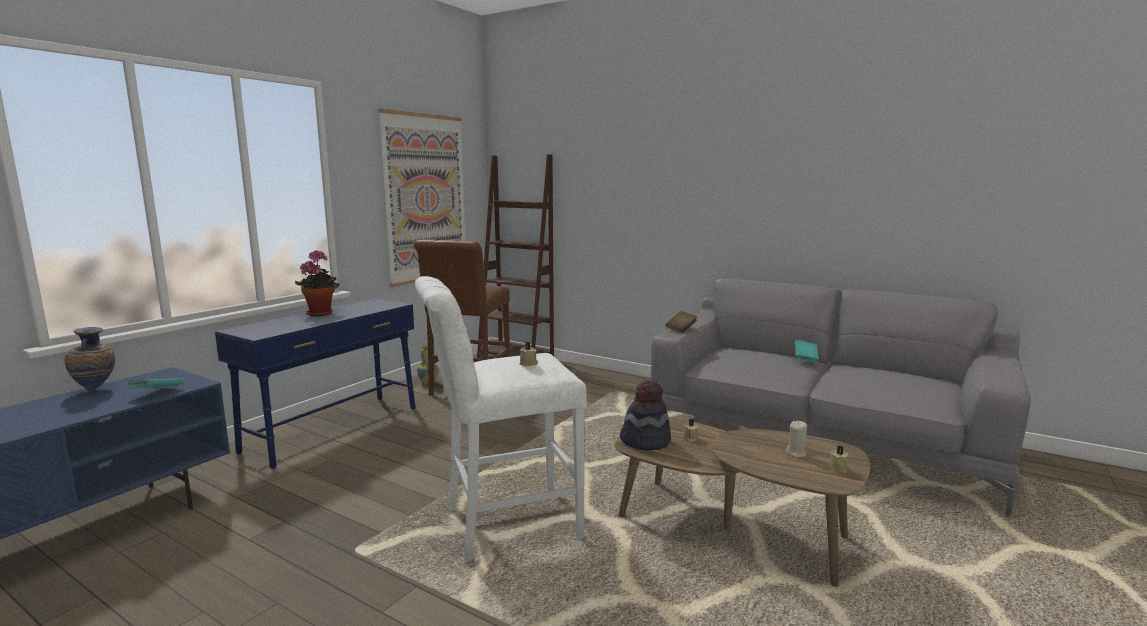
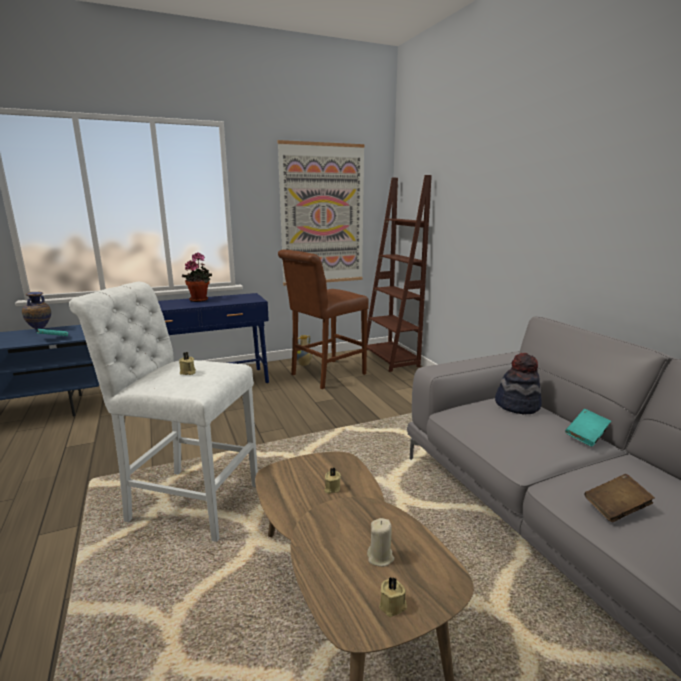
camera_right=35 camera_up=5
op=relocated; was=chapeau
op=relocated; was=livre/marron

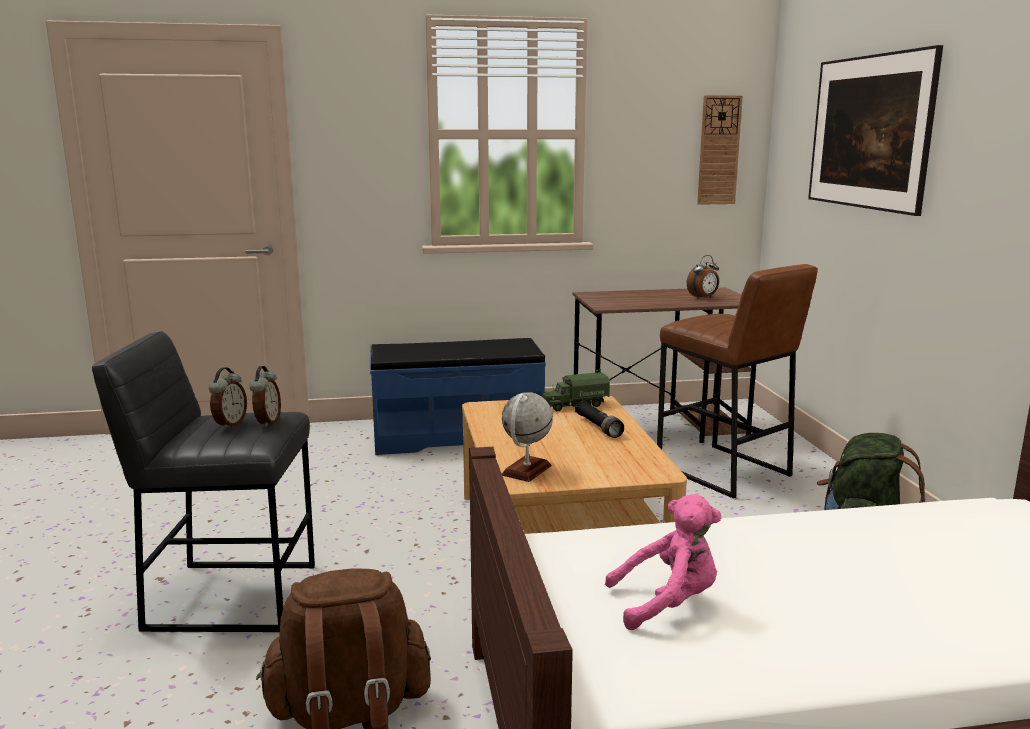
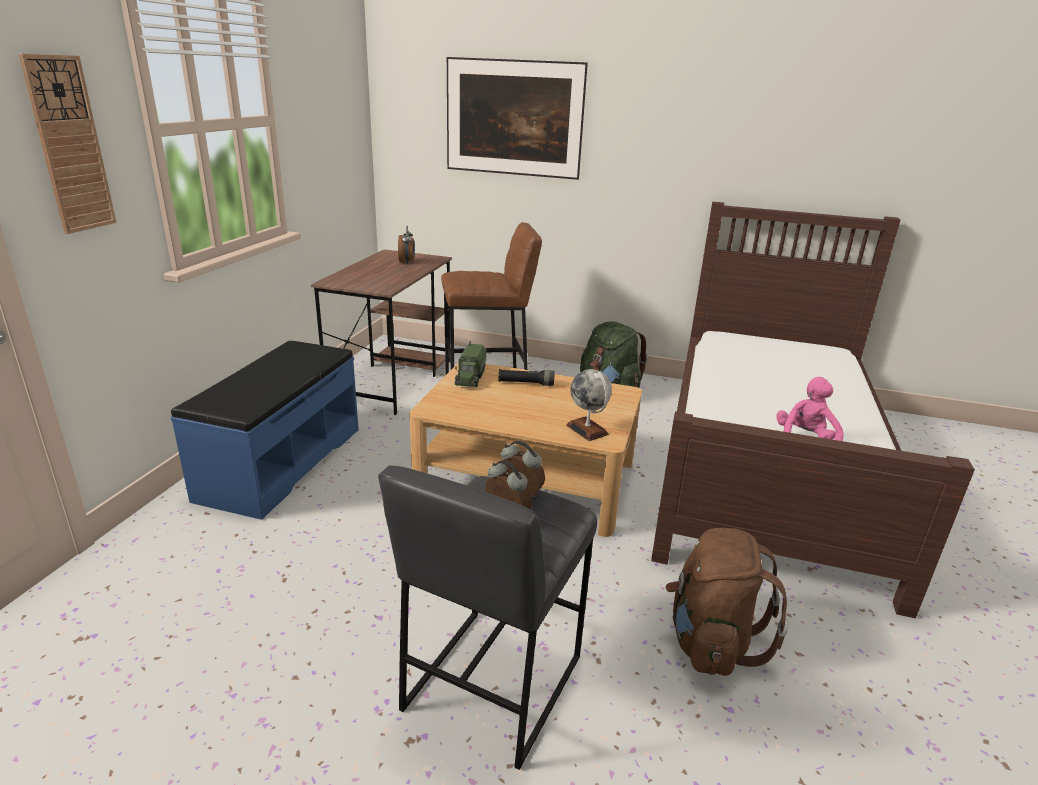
camera_right=-65 camera_up=10
op=relocated; was=horloge murale

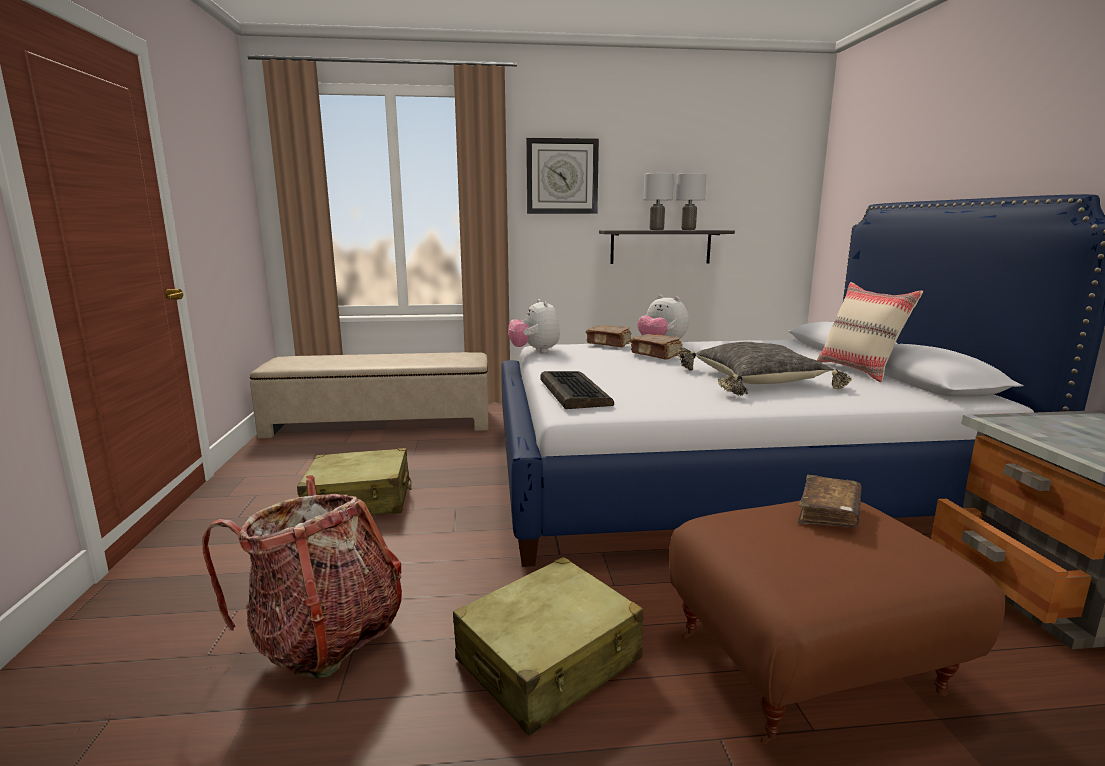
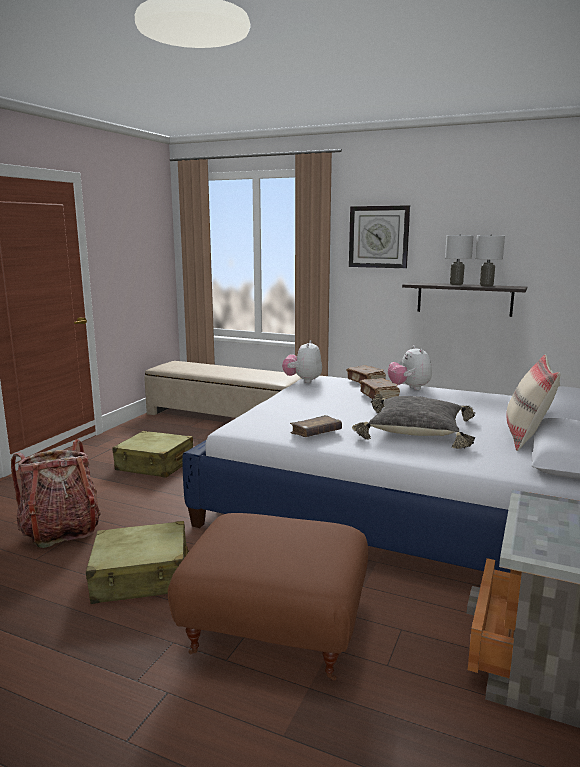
camera_right=30 camera_up=0
op=missing; was=clavier
op=relocated; was=livre/marron (no. 3 from left in the first image); now=livre/marron (no. 1 from left)

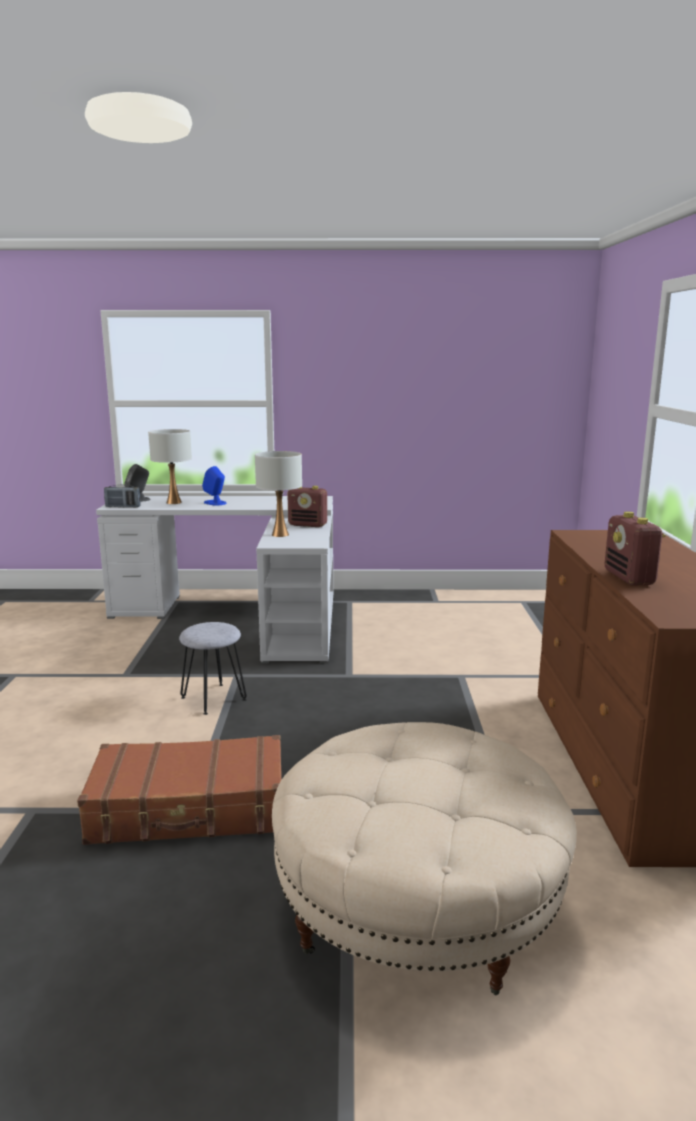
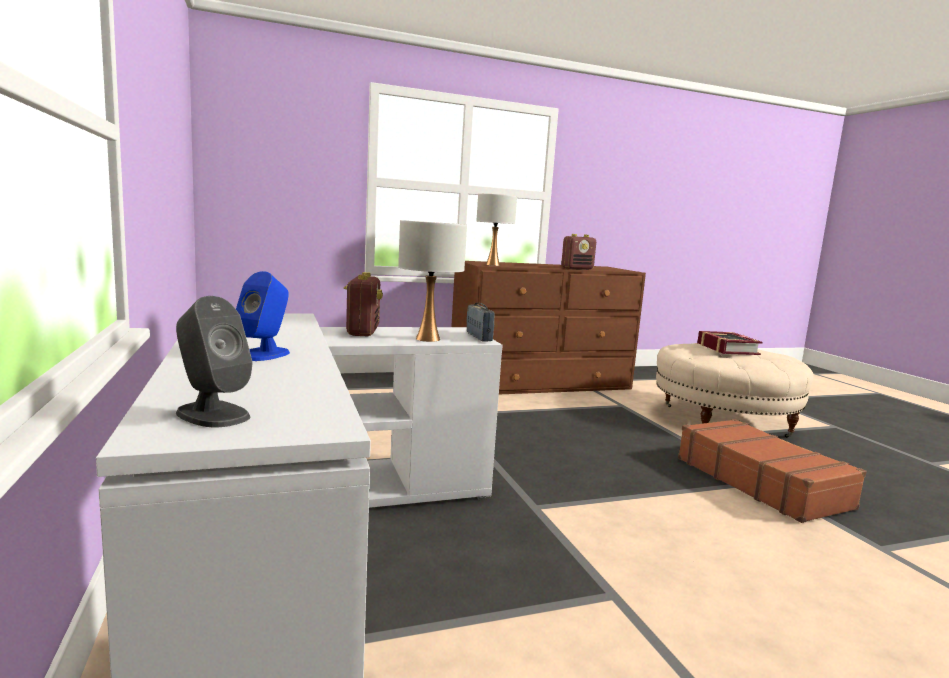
camera_right=-110 camera_up=-5
op=missing; was=tabouret/gris
op=appeared; now=livre
op=relocated; was=radio (no. 1 from left in the first image); now=radio (no. 2 from left)
op=relocated; was=lampe de table/blanc (no. 1 from left in the first image); now=lampe de table/blanc (no. 2 from left)

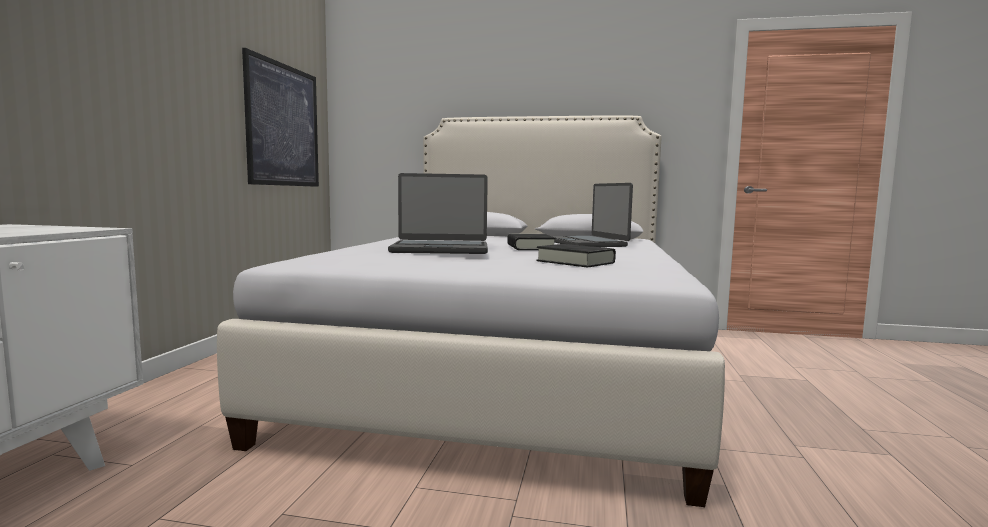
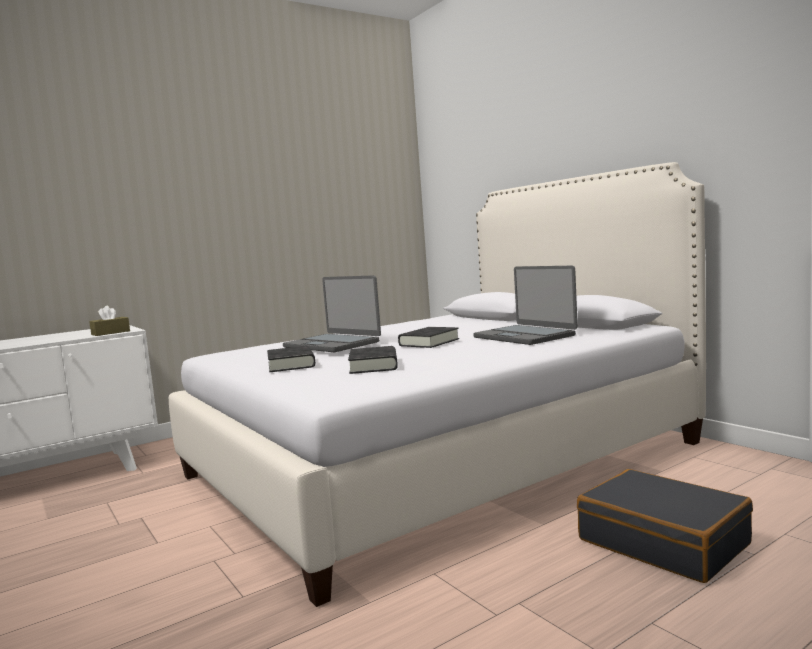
camera_right=45 camera_up=0
op=missing; was=tableau
op=appeared; now=boîte à mouchoirs/marron
op=appeared; now=livre/noir (no. 1 from left)
op=appeared; now=valise/noir
op=spun; was=ordinateur portable (no. 2 from left); clockwise=-60

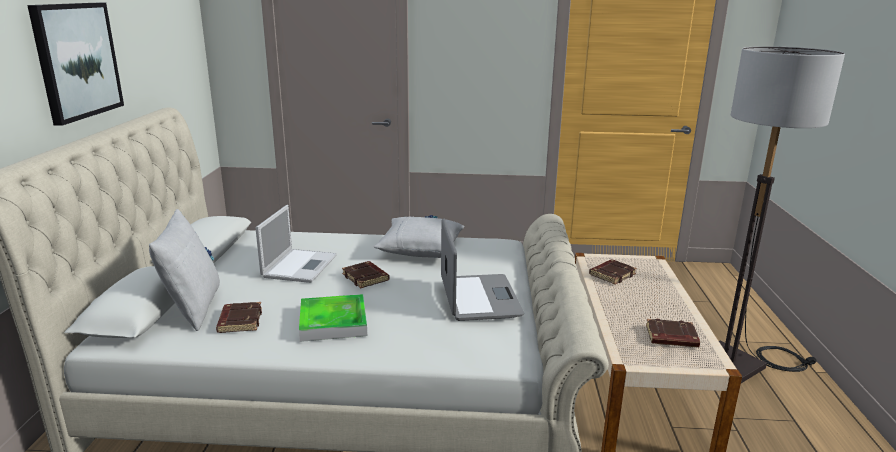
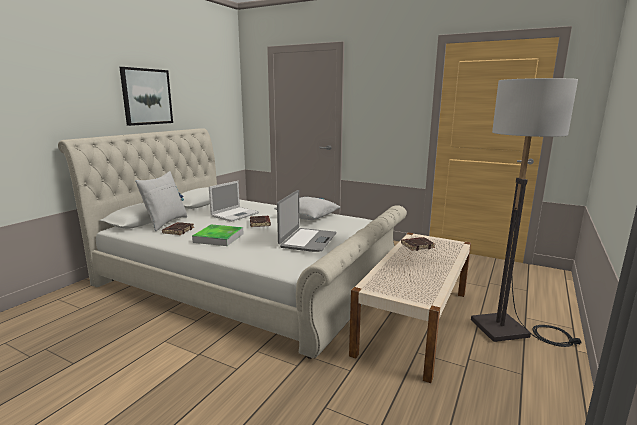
camera_right=25 camera_up=-5
op=missing; was=livre/marron (no. 4 from left)

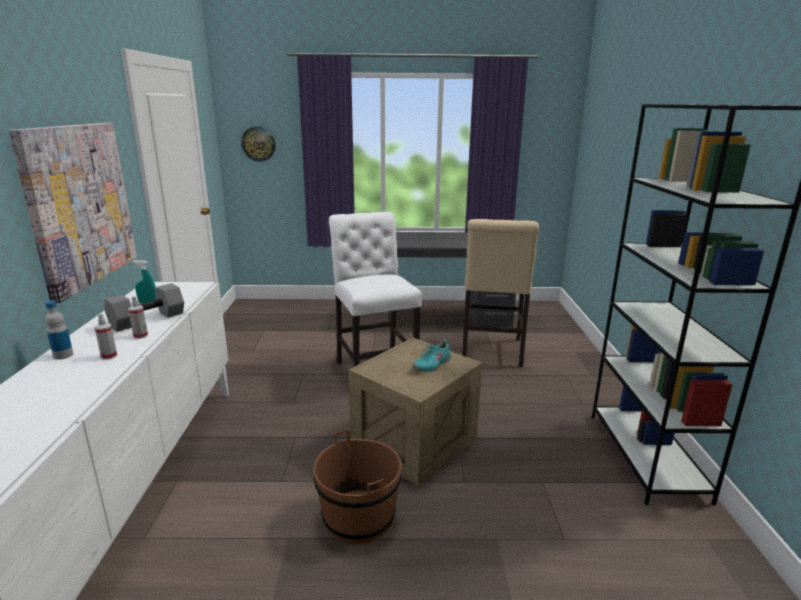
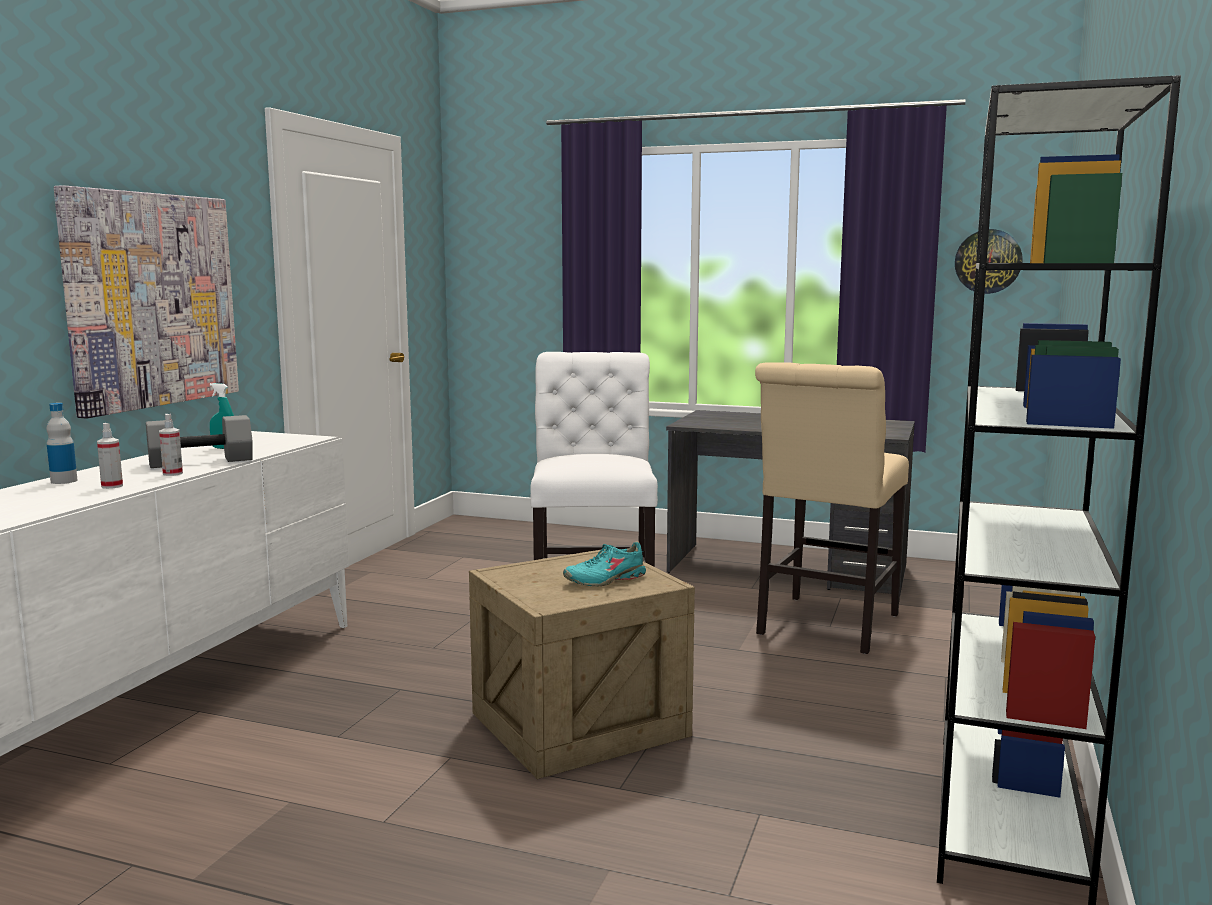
camera_right=20 camera_up=-10
op=missing; was=seau/marron
op=relocated; was=horloge murale

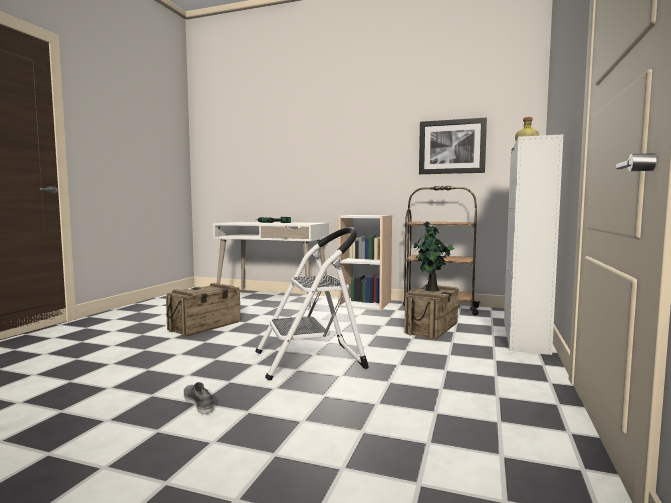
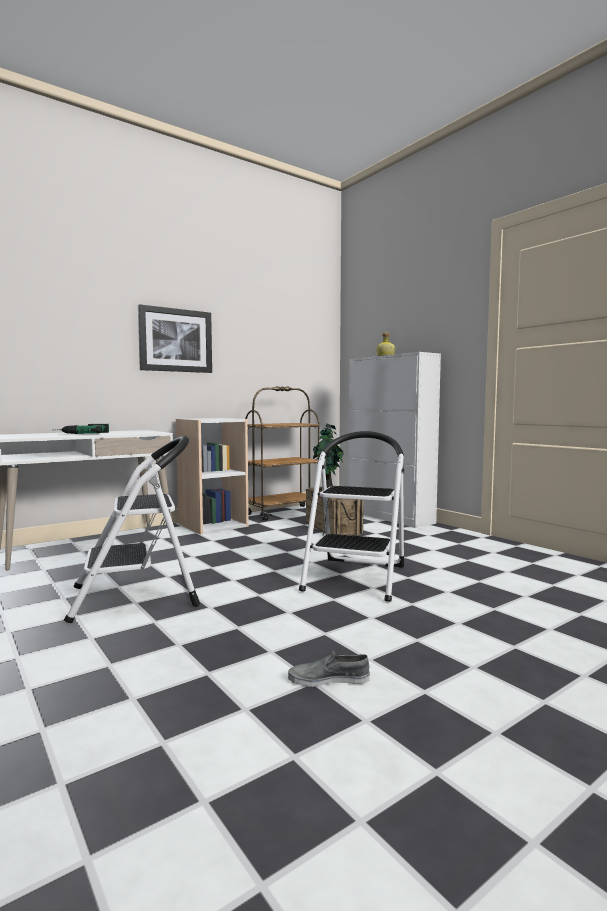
camera_right=-55 camera_up=0
op=relocated; was=chaussure/gris
op=relocated; was=tableau
op=exchanged; was=caisse (no. 1 from left); now=escabeau (no. 1 from left)

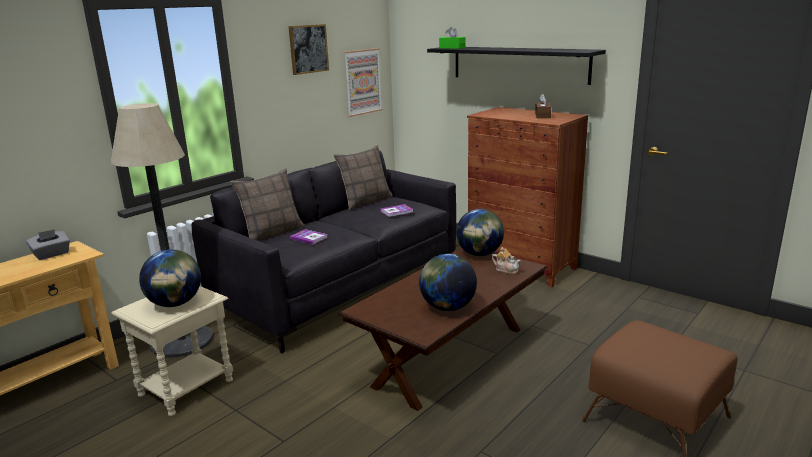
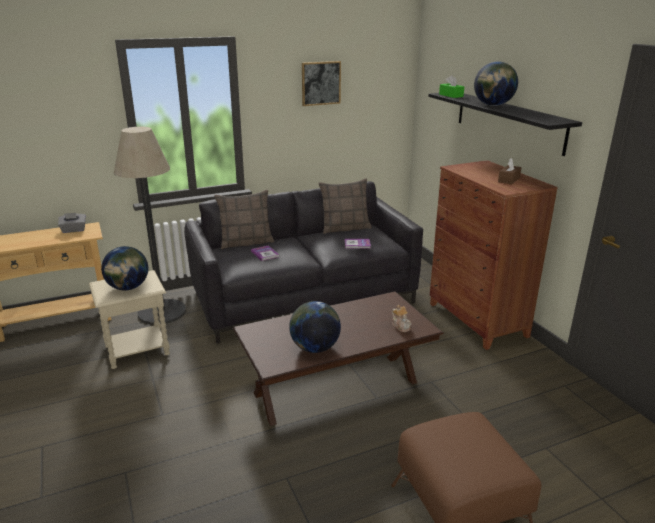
camera_right=25 camera_up=5
op=missing; was=tableau (no. 2 from left)
op=relocated; was=globe (no. 3 from left)

